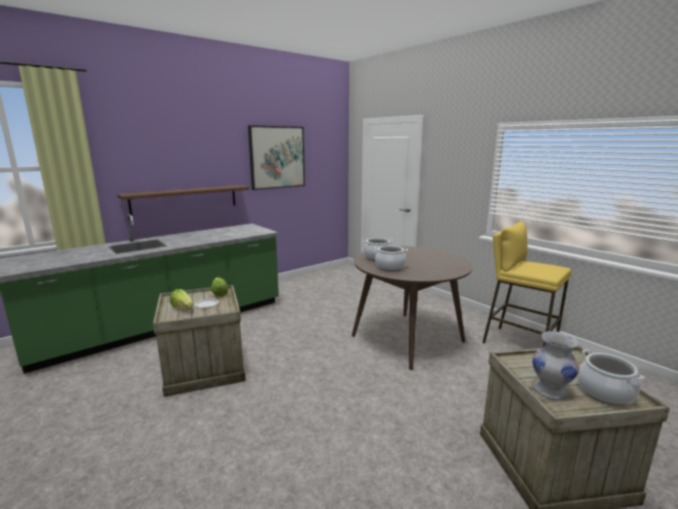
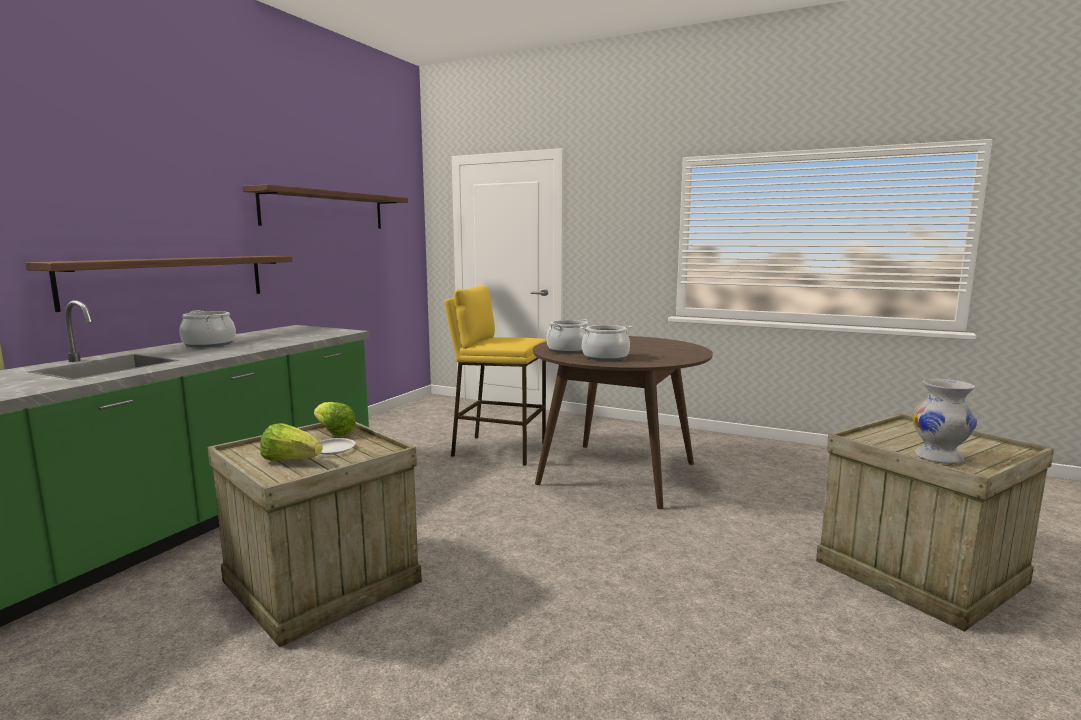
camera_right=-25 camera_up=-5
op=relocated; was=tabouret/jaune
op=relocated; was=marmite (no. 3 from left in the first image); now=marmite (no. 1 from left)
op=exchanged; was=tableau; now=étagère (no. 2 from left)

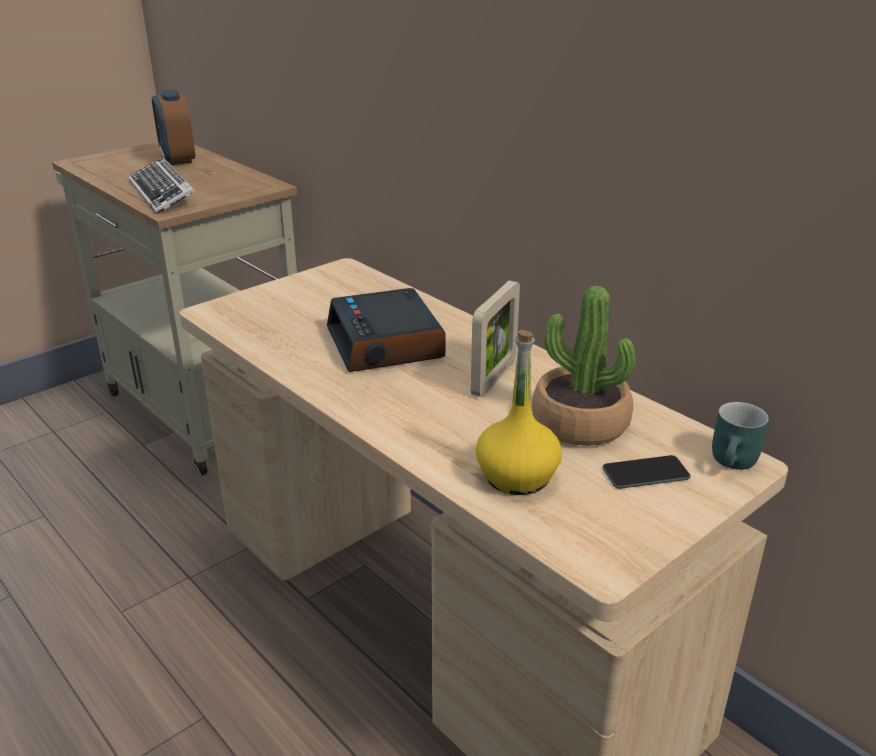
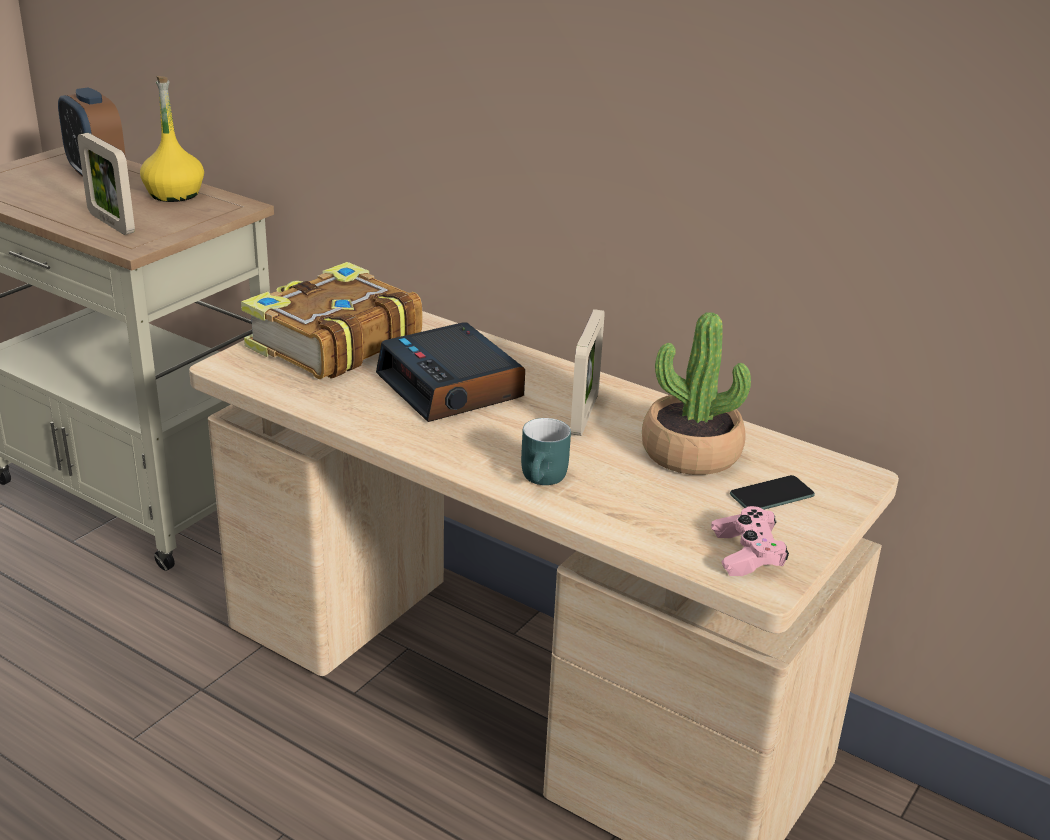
camera_right=-15 camera_up=0
op=appeared; now=livre
op=appeared; now=manette/rose
op=relocated; was=bouteille/jaune
op=relocated; was=mug/turquoise
op=exchanged; was=clavier; now=cadre photo (no. 1 from left)

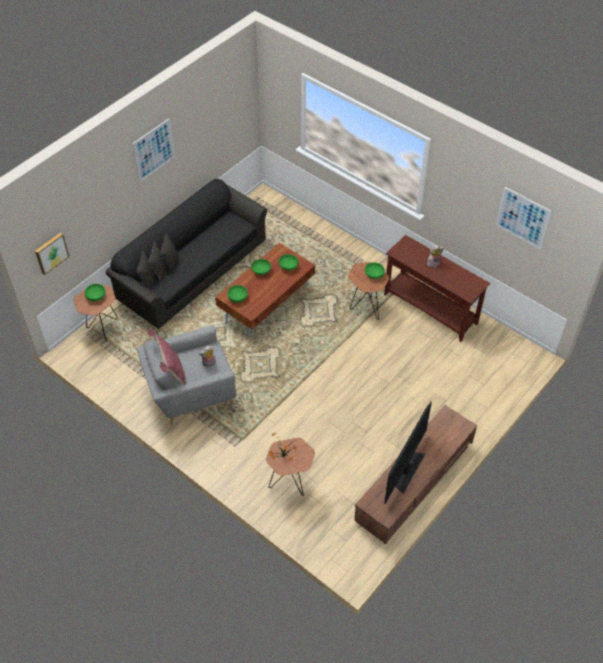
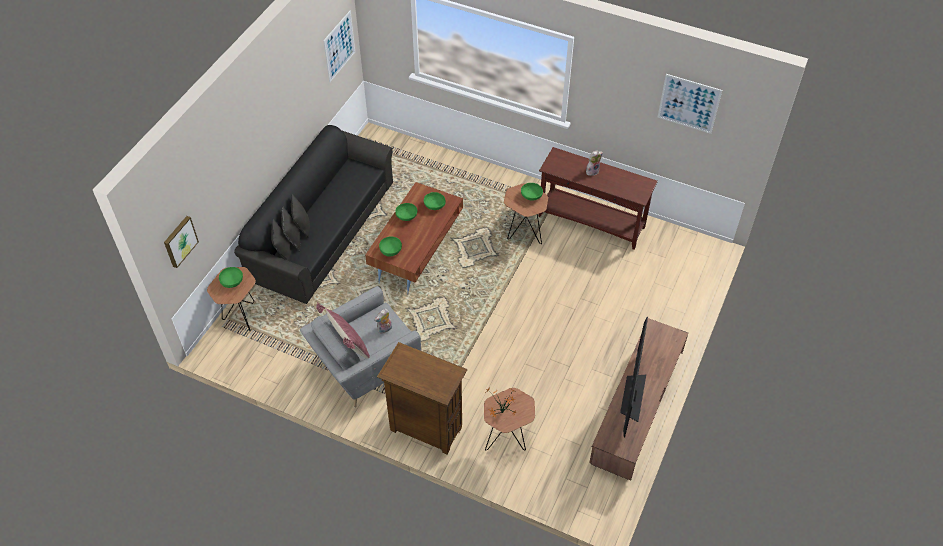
camera_right=-15 camera_up=0
op=appeared; now=meuble de rangement/marron
op=relocated; was=tableau (no. 2 from left)

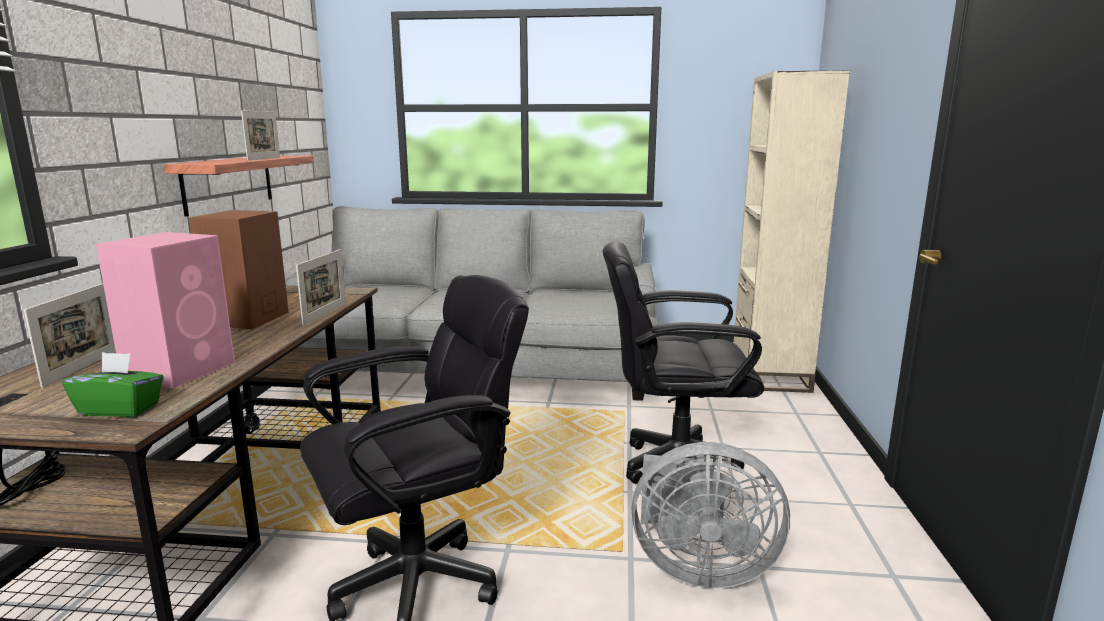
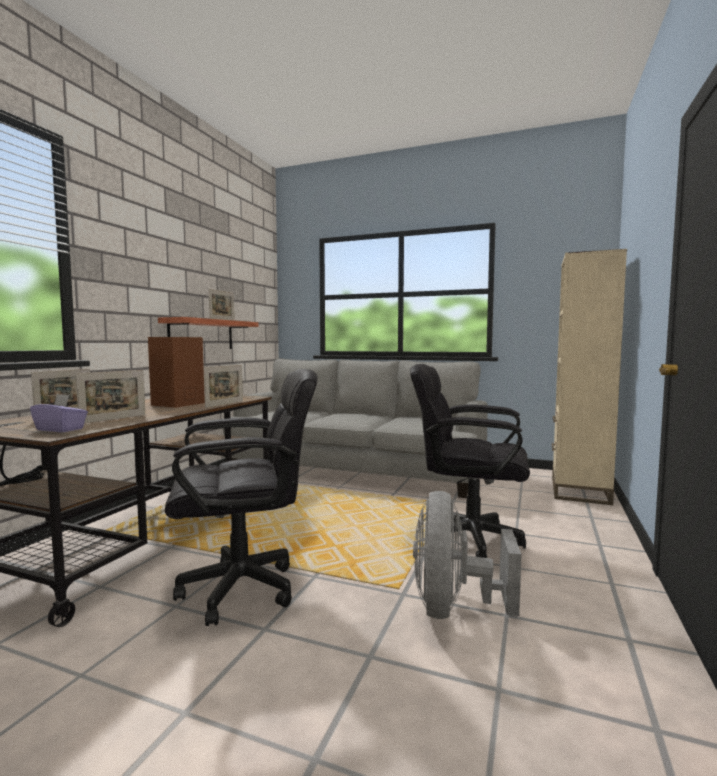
camera_right=15 camera_up=-10
op=exchanged; was=enceinte/rose; now=cadre photo (no. 2 from left)
op=colour; was=boîte à mouchoirs/vert; now=boîte à mouchoirs/violet
op=spun; was=ventilateur/gris; clockwise=75

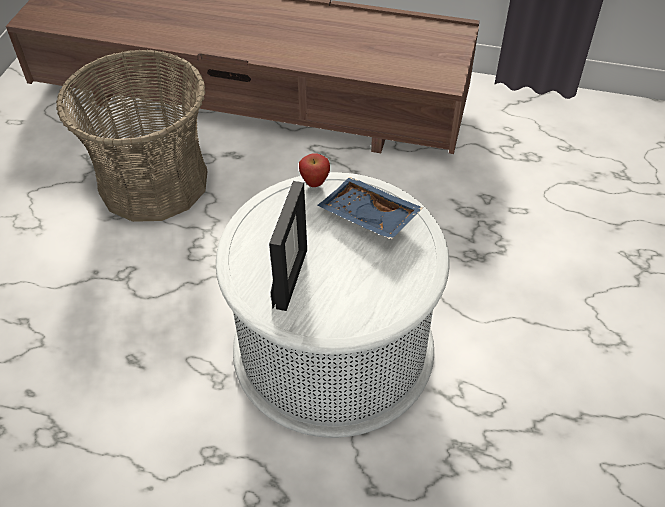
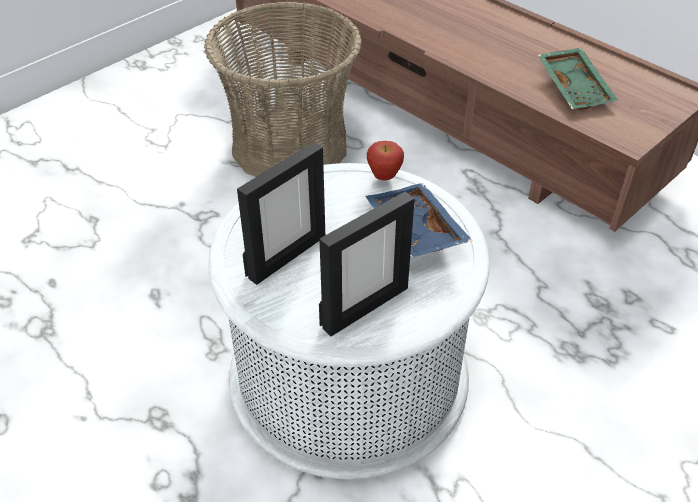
camera_right=30 camera_up=-5
op=appeared; now=cadre photo (no. 2 from left)
op=appeared; now=plateau/vert

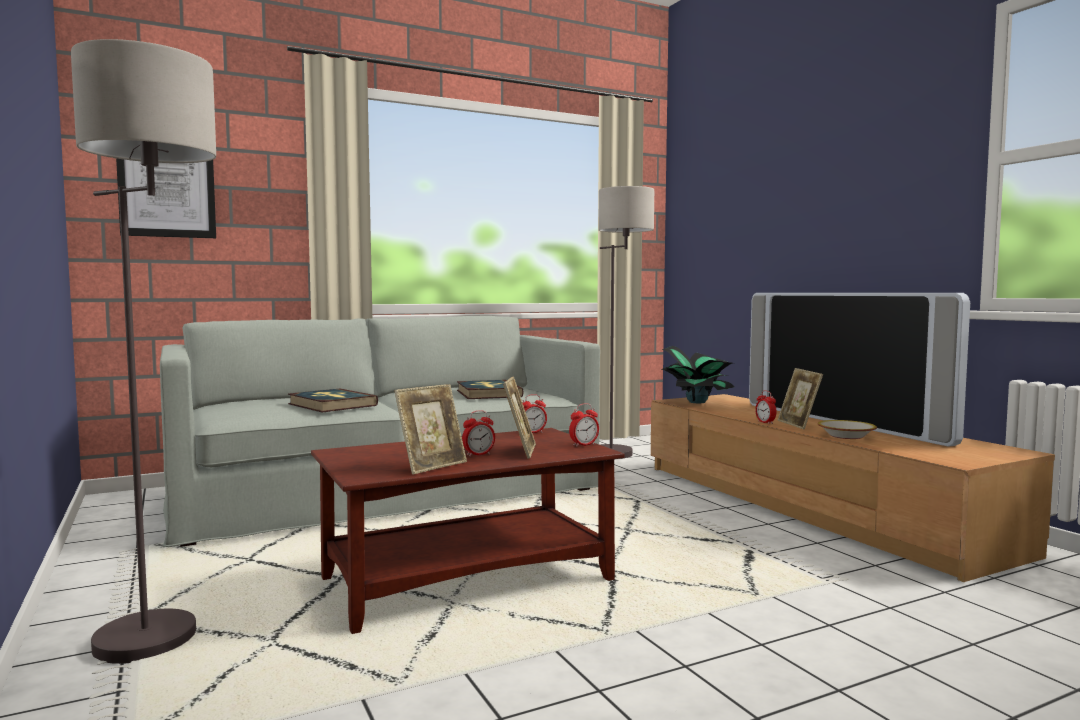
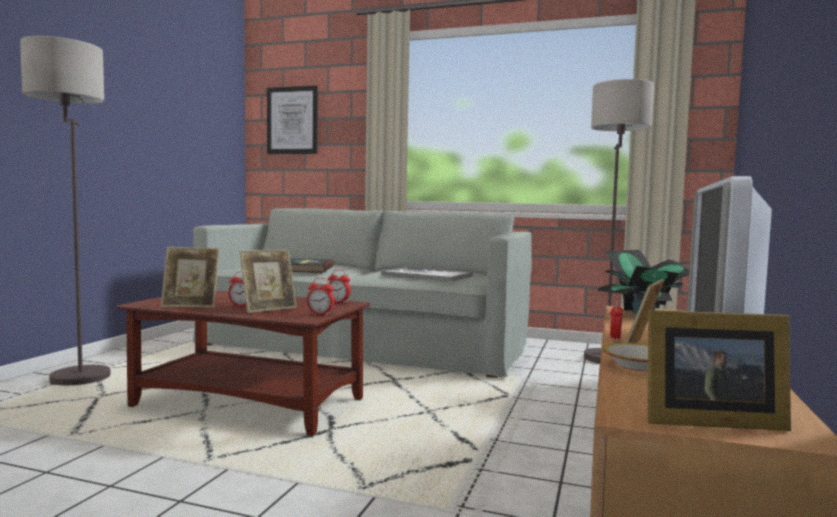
camera_right=45 camera_up=0
op=appeared; now=cadre photo (no. 4 from left)
op=exchanged; was=livre (no. 2 from left); now=plateau

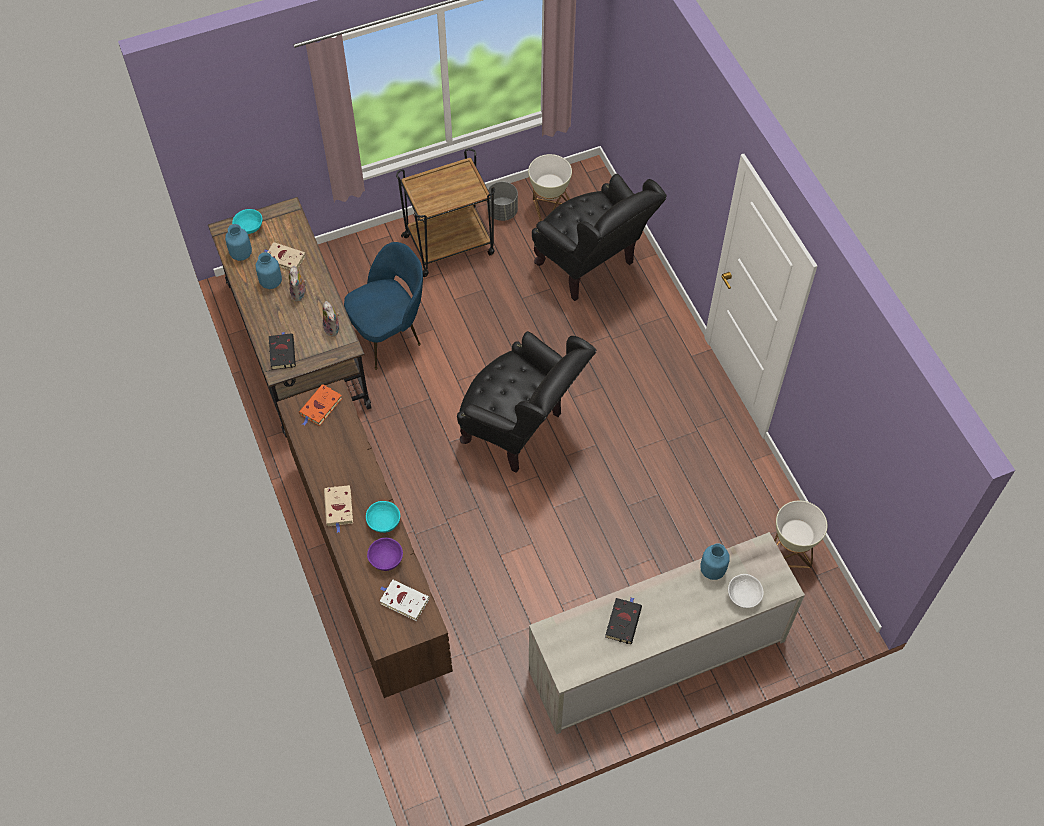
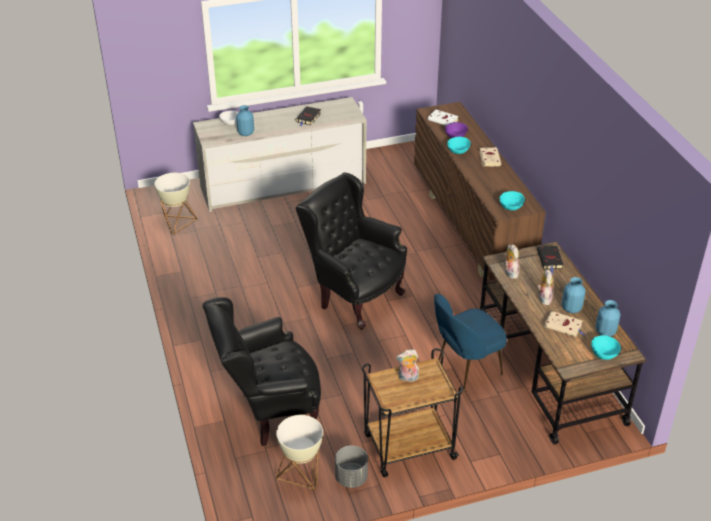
camera_right=-175 camera_up=-20
op=appeared; now=peluche (no. 1 from left)
op=exchanged; was=livre/orange; now=bol/turquoise (no. 2 from left)
op=spun; was=fauteuil/noir (no. 2 from left in the first image); clockwise=-75

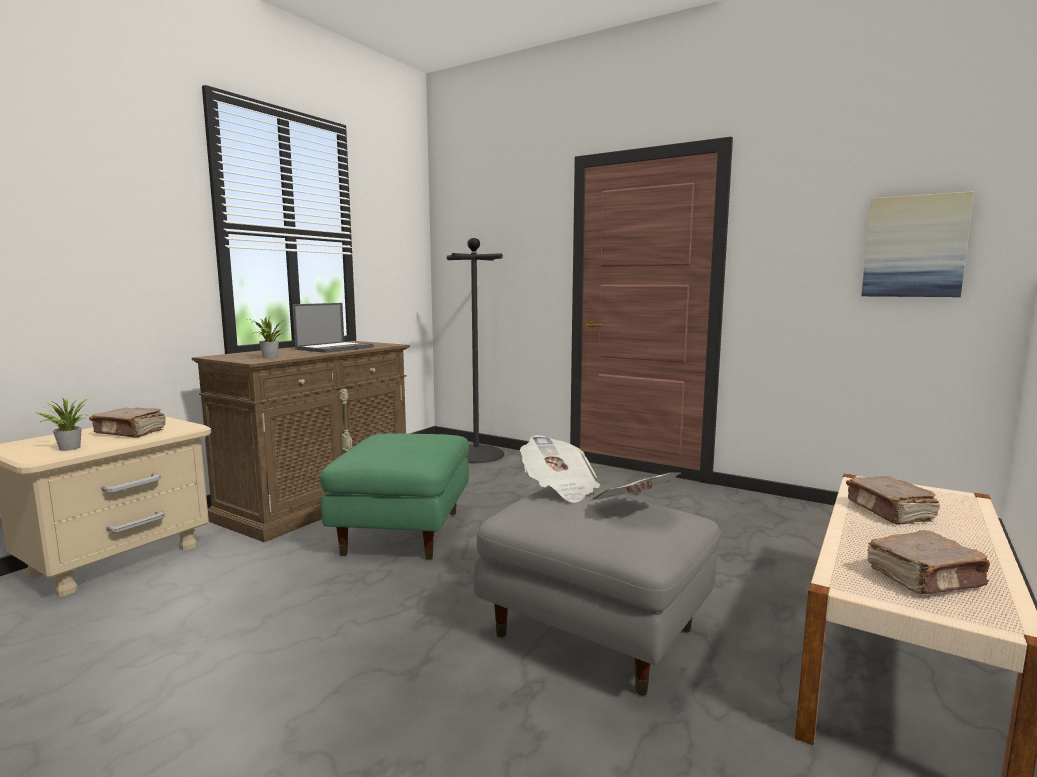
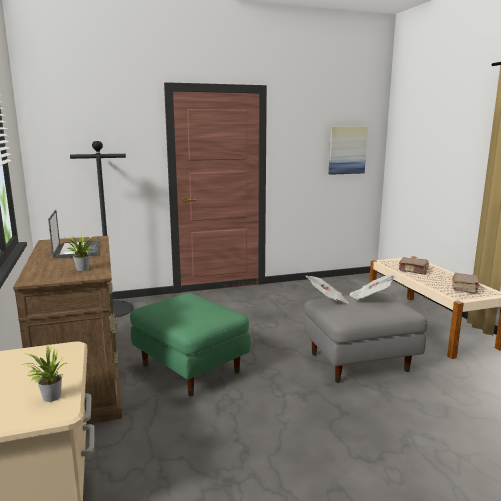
camera_right=-50 camera_up=5
op=missing; was=livre/marron (no. 1 from left)

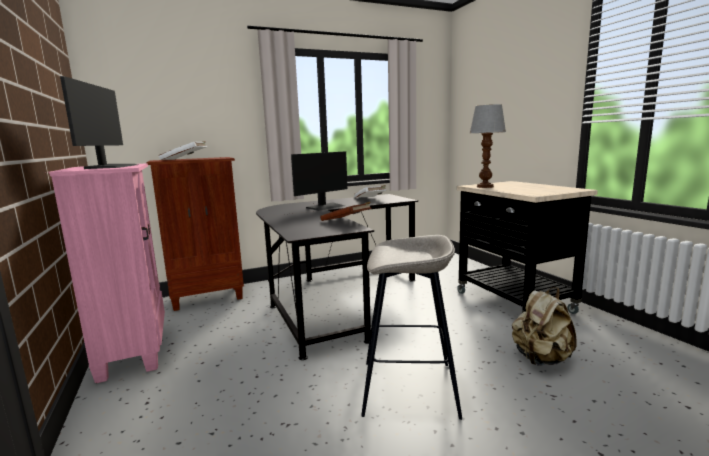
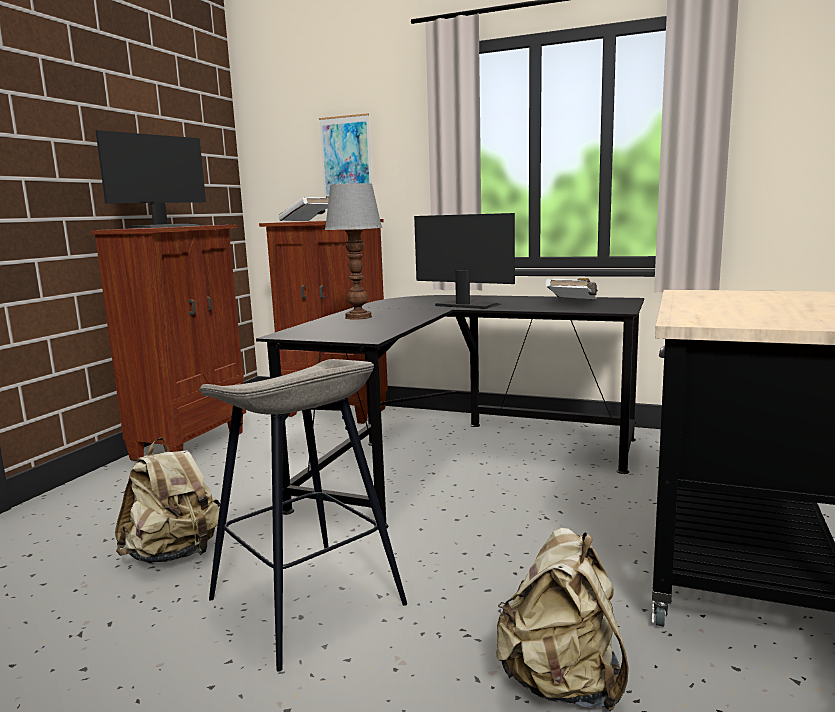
camera_right=45 camera_up=0
op=missing; was=livre/marron
op=appeared; now=sac à dos/beige (no. 1 from left)
op=appeared; now=tableau
op=relocated; was=lampe de table
op=colour; was=meuble de rangement/rose; now=meuble de rangement/marron (no. 1 from left)
op=spun; was=écran d'ordinateur (no. 2 from left); clockwise=-150

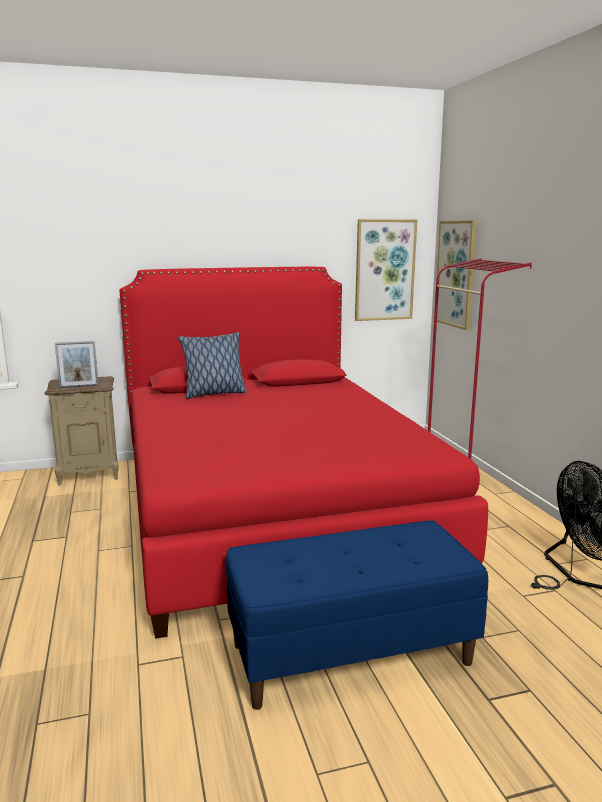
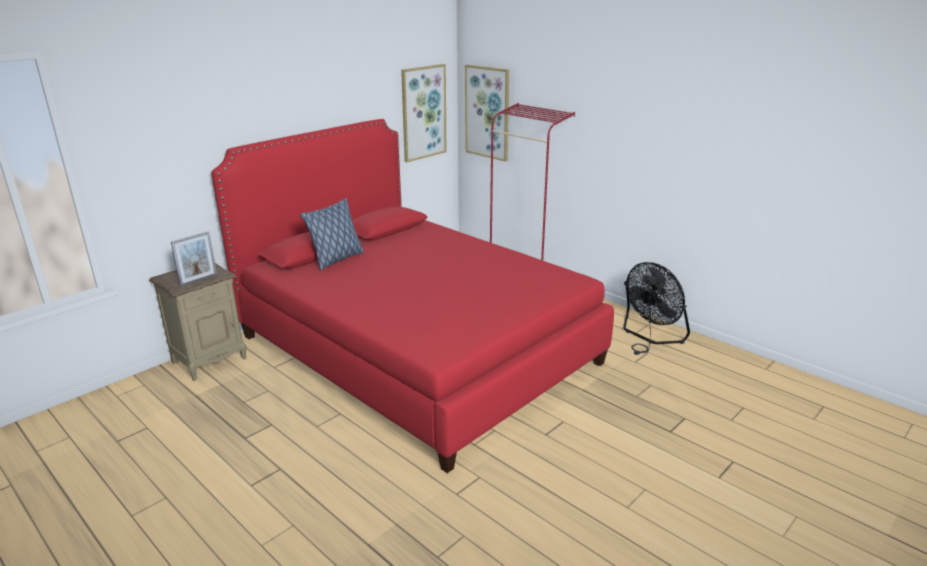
camera_right=-30 camera_up=10
op=missing; was=banc/bleu

